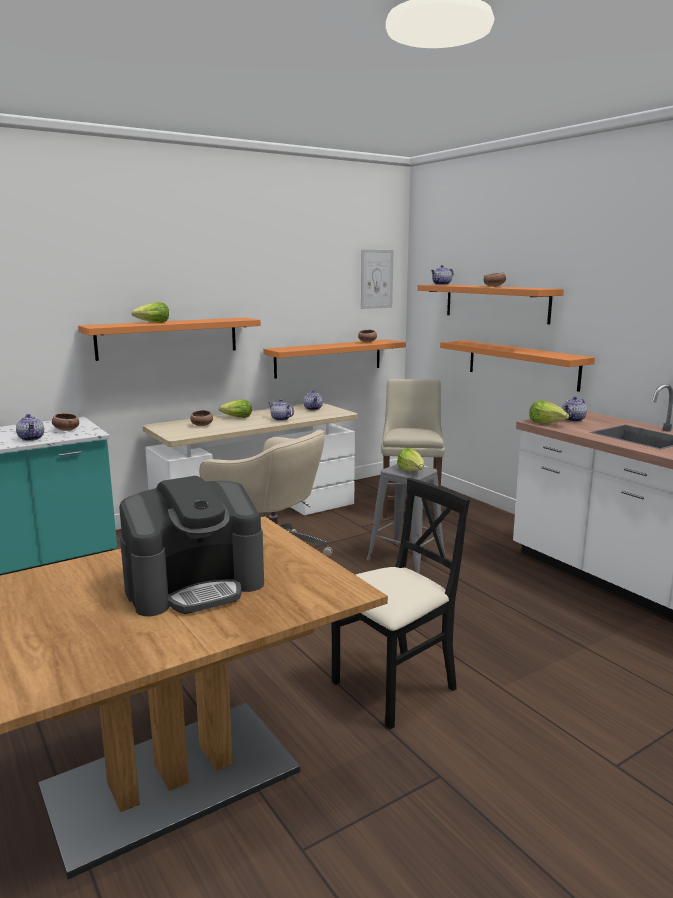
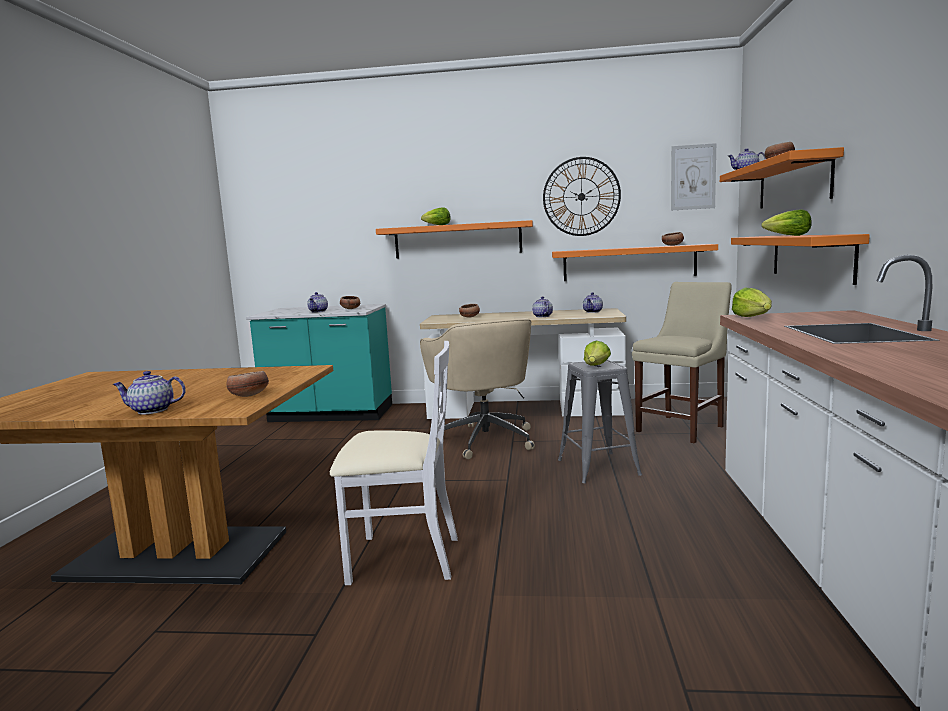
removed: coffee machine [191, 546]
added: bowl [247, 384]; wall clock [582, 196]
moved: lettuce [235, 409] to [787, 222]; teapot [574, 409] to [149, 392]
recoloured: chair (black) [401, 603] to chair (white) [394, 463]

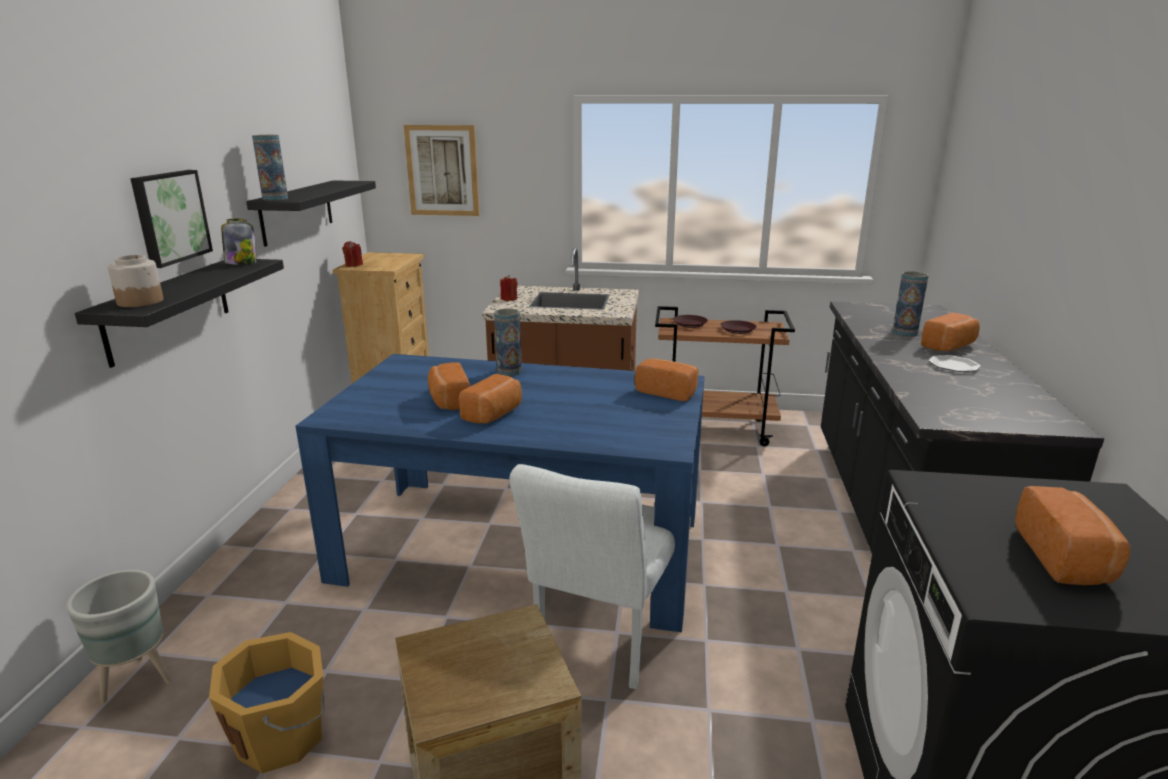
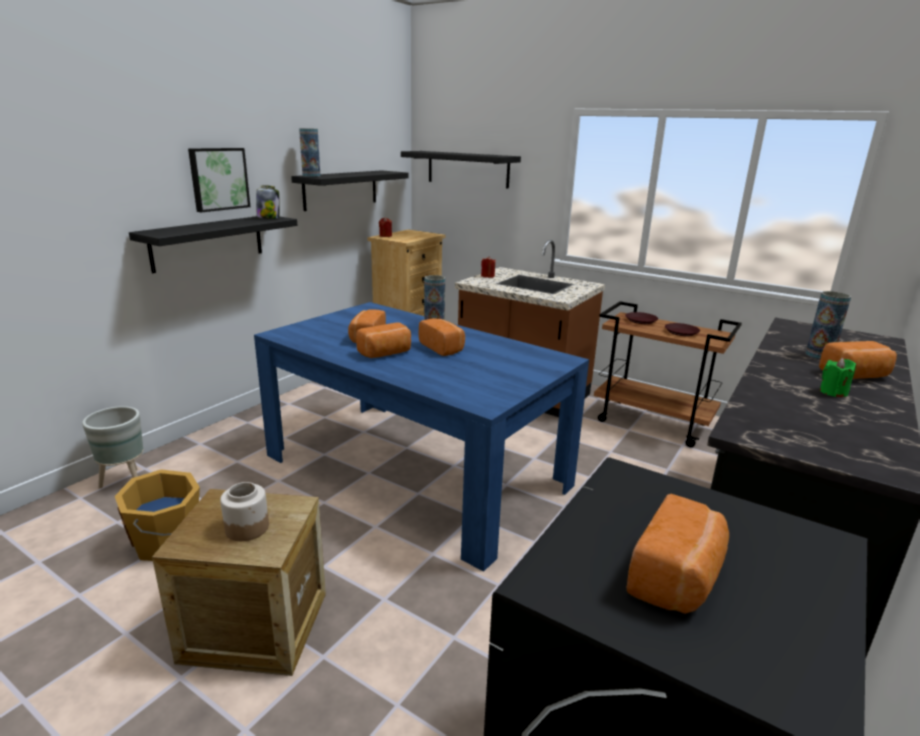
removed: chair (white) [592, 576]
moved: jar [135, 281] to [244, 511]; bread [666, 380] to [441, 337]
replaced: picture [441, 170] to shelf (black) [461, 170]; plate [954, 363] to candle (green) [838, 377]

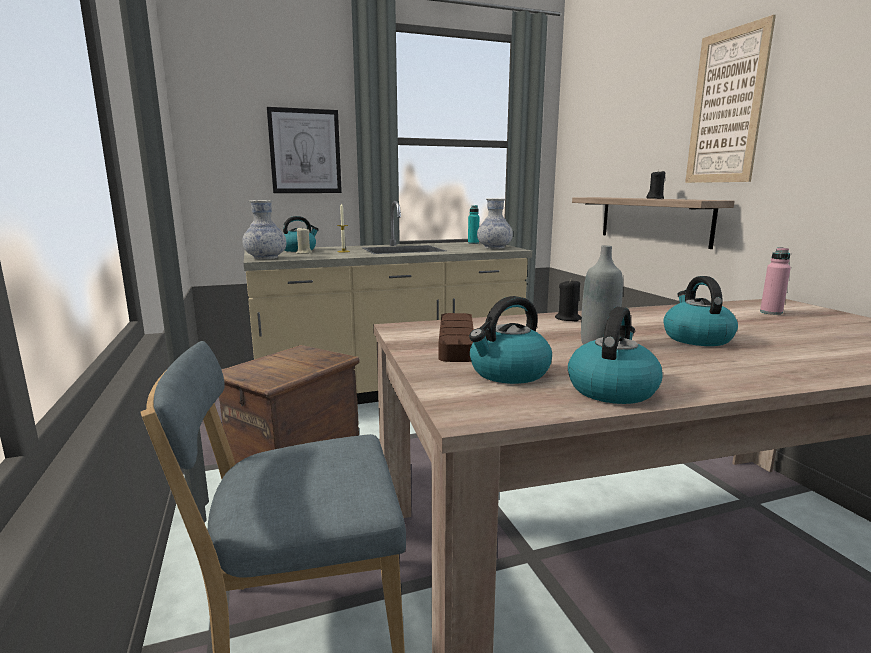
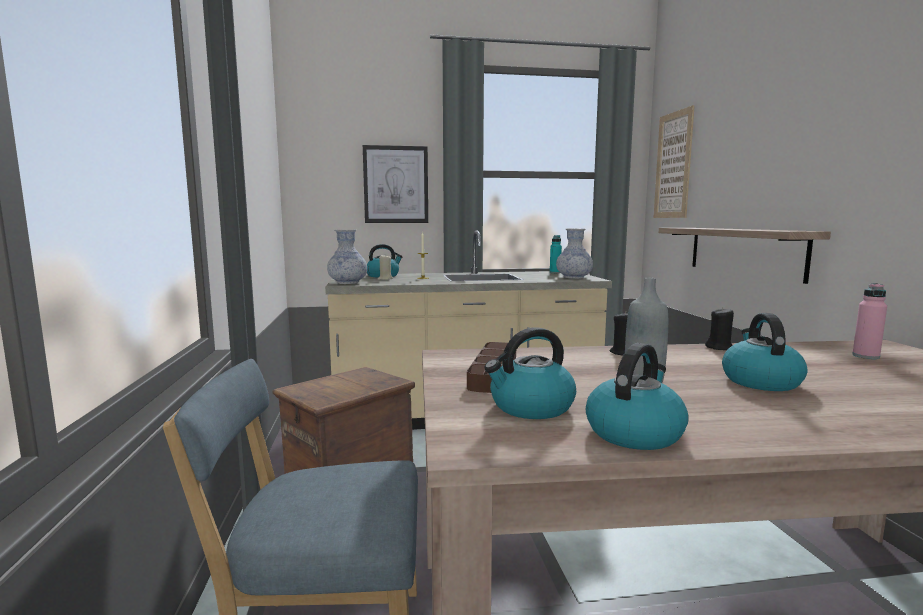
moved: candle (black) [655, 184] to [719, 328]; picture [730, 99] to [674, 161]

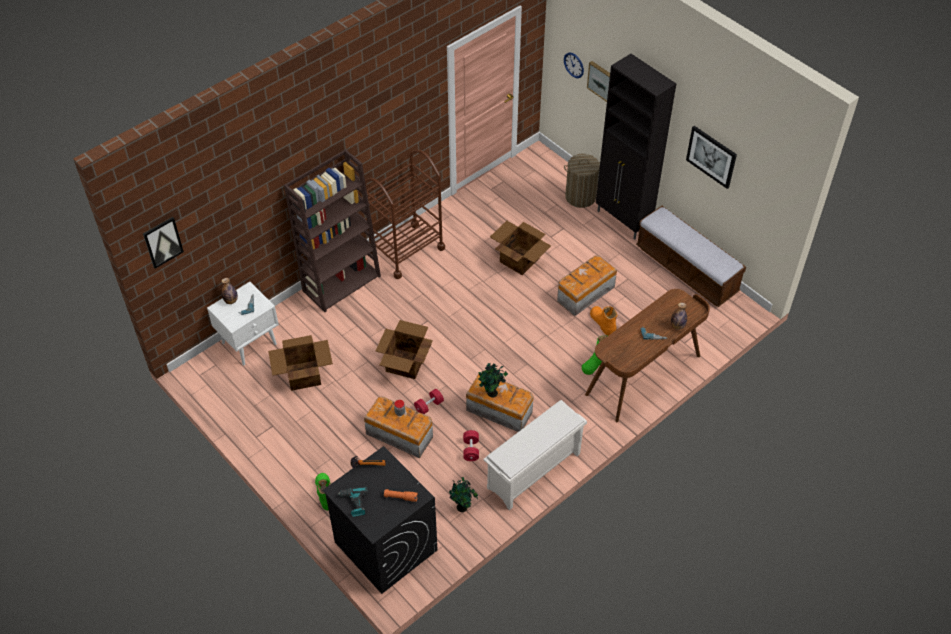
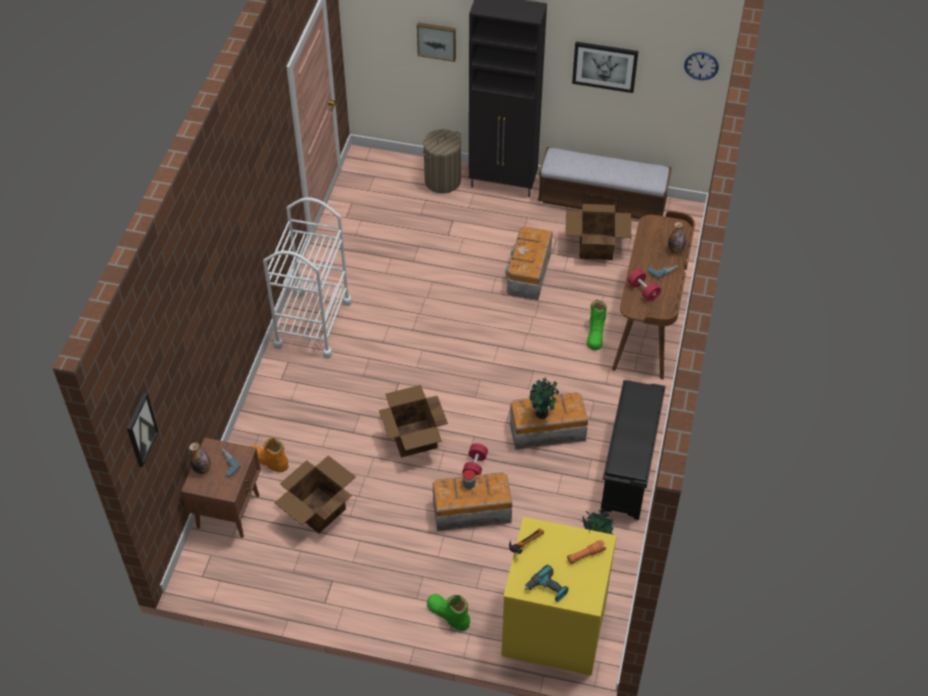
removed: bookcase (brown) [332, 230]
moved: dumbbell (red) [471, 445] to [644, 285]; cardboard box [520, 248] to [598, 232]; wall clock [574, 65] to [701, 66]; boot (orange) [603, 321] to [269, 455]
recoloured: nightstand (white) [243, 323] to nightstand (brown) [221, 487]; washing machine (black) [380, 520] to washing machine (yellow) [559, 596]; cart (brown) [405, 214] to cart (white) [307, 277]; shoe rack (white) [535, 455] to shoe rack (black) [633, 450]

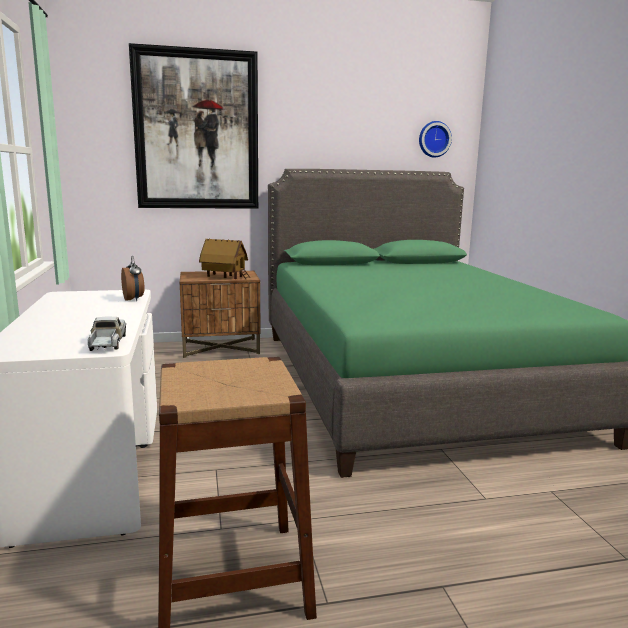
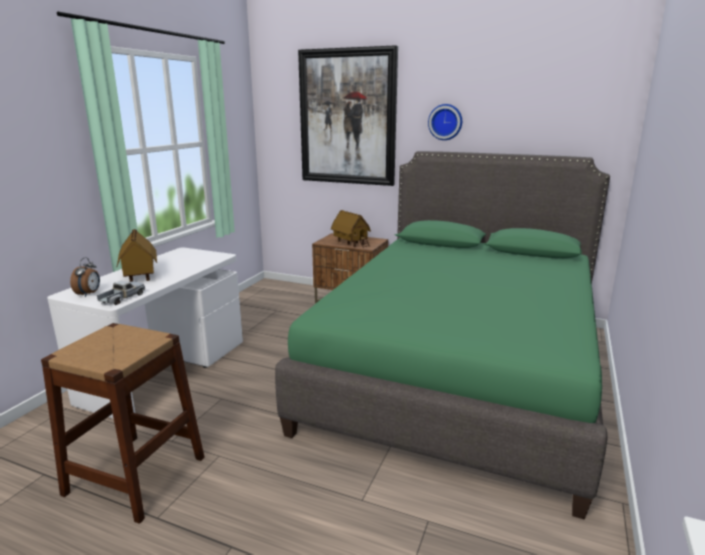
added: toy house [137, 255]
moved: alarm clock [132, 278] to [85, 277]; wall clock [435, 139] to [445, 122]

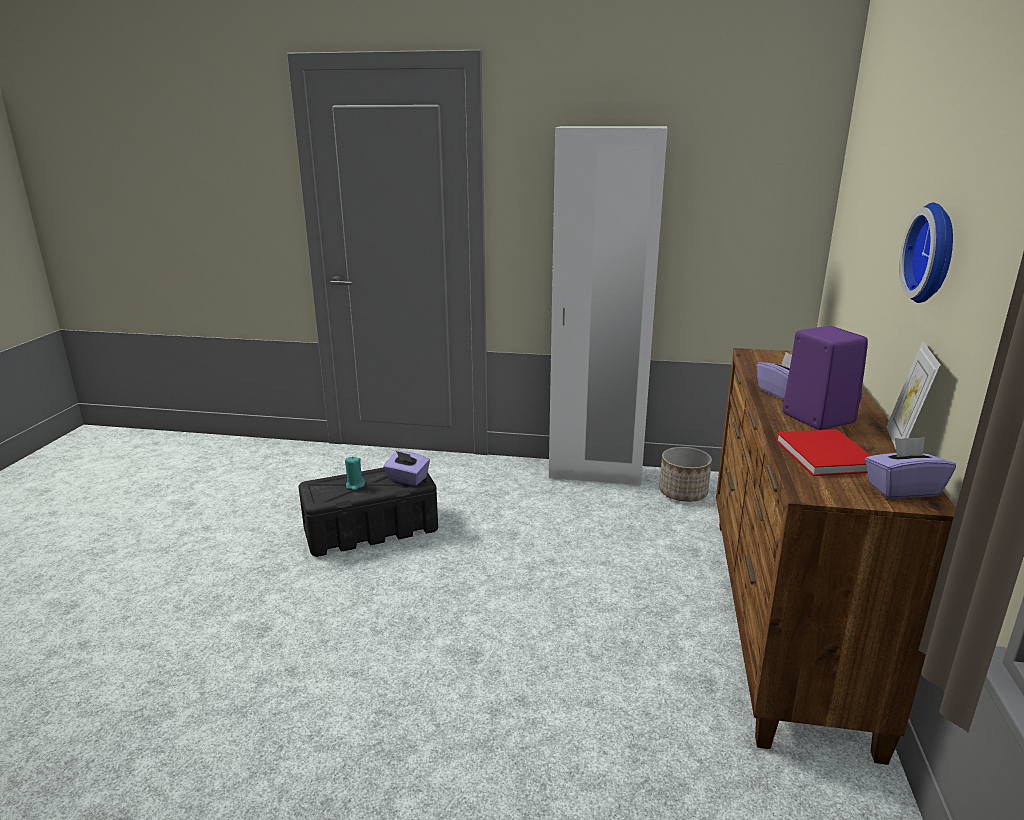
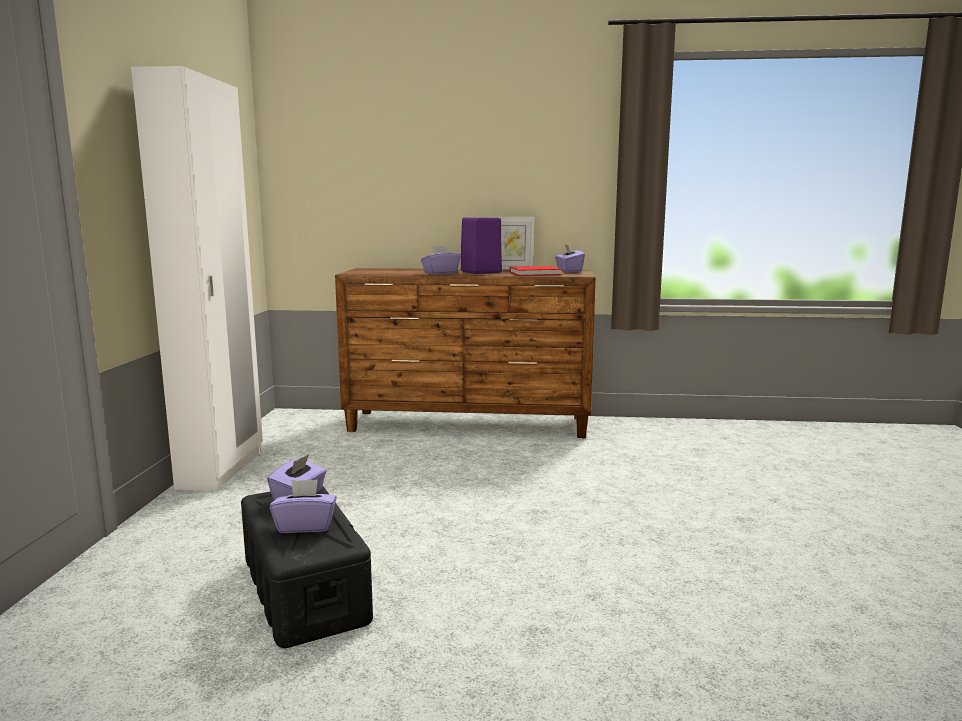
removed: planter [685, 474]; wall clock [926, 252]
replaced: candle (turquoise) [355, 473] to tissue box (purple) [303, 506]

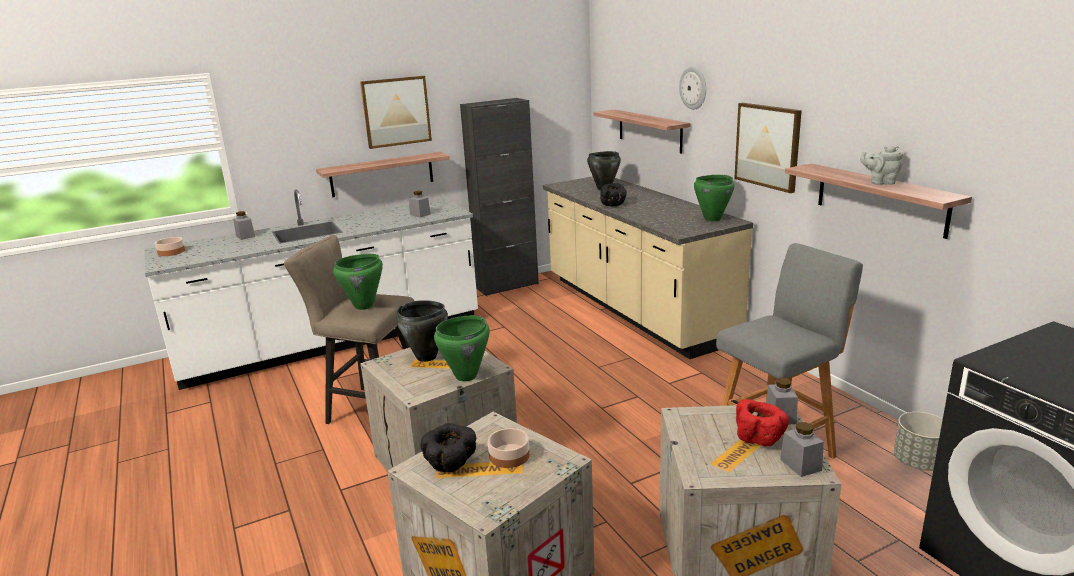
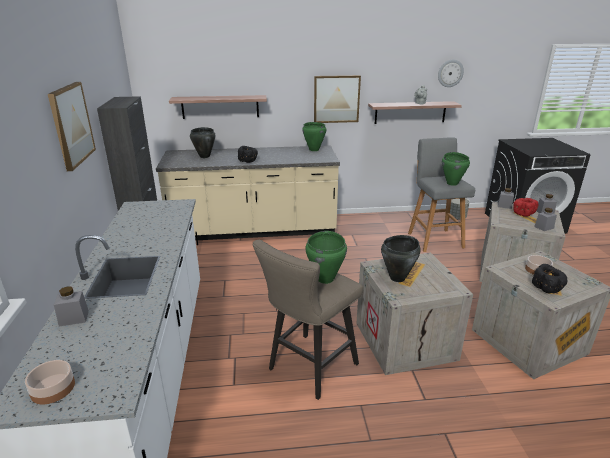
removed: shelf [383, 174]
moved: jar (grey) [420, 204] to [545, 219]; cooking pot (green) [462, 348] to [456, 169]; wall clock [692, 88] to [451, 73]

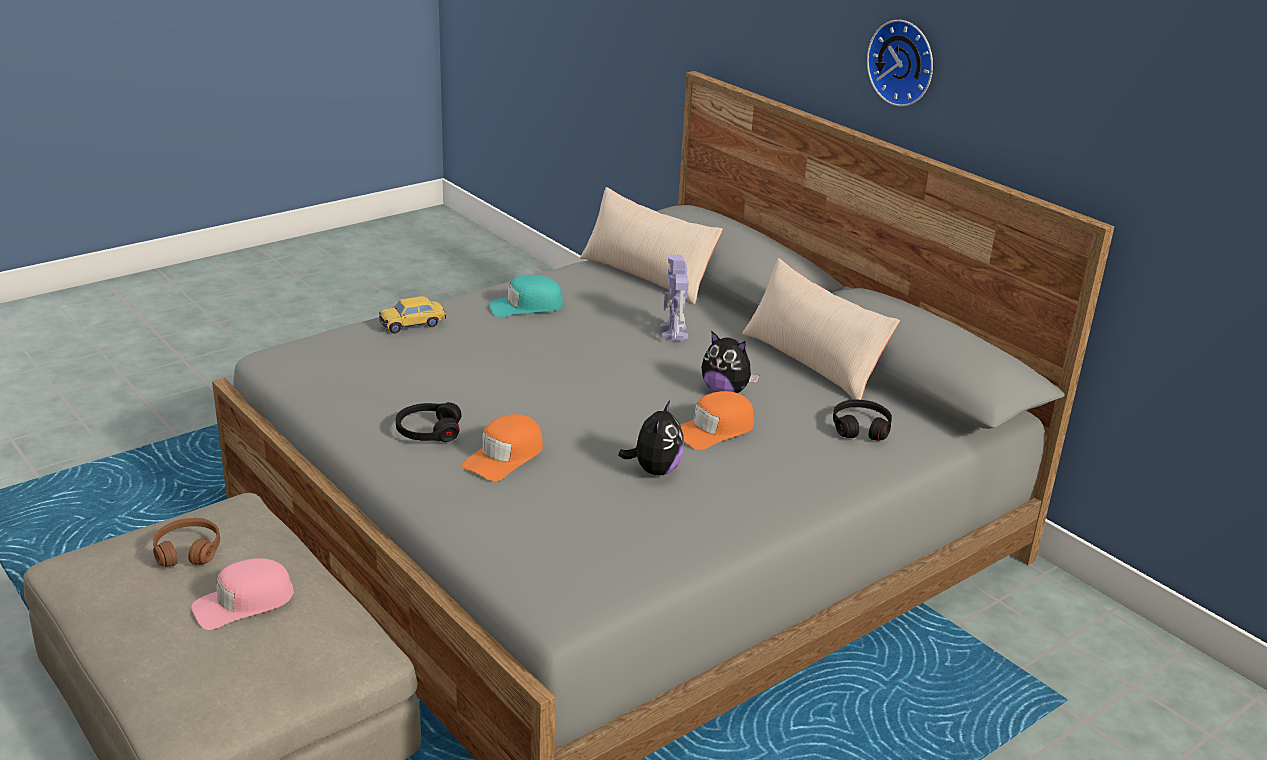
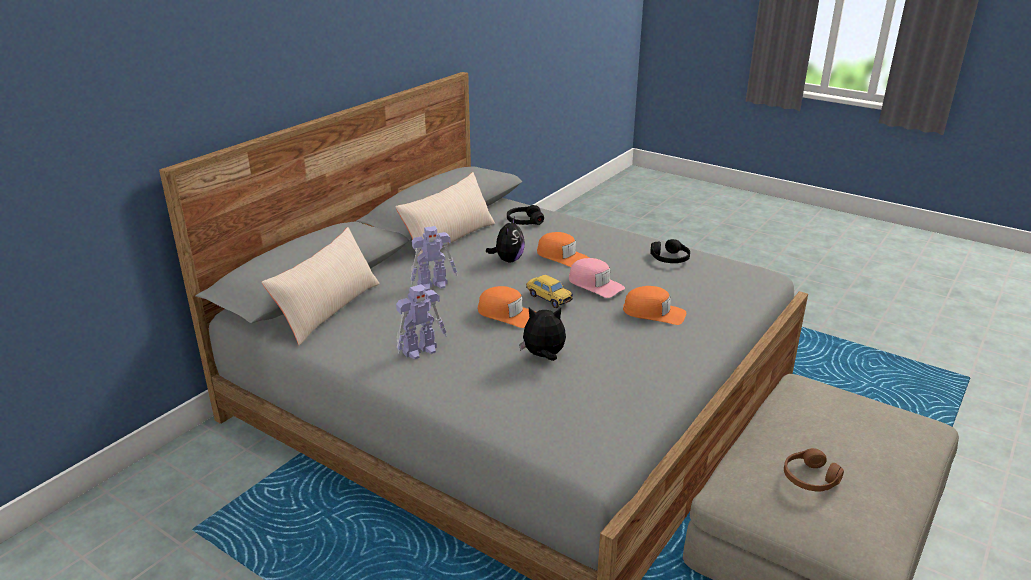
removed: wall clock [900, 63]
added: cap (orange) [504, 307]
moved: cap (pink) [242, 594] to [597, 278]; toy car [412, 315] to [549, 291]; headphones (black) [428, 422] to [670, 251]; plush toy [651, 437] to [542, 334]
replaced: cap (turquoise) [526, 296] to toy robot [421, 321]

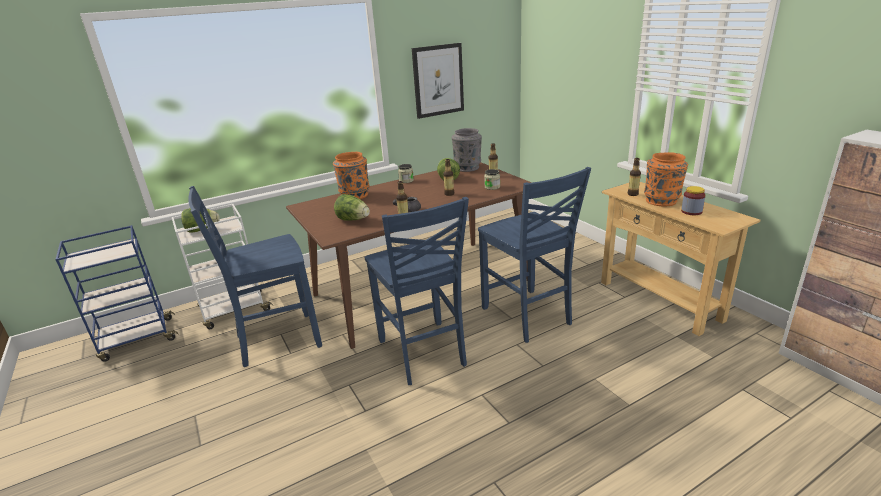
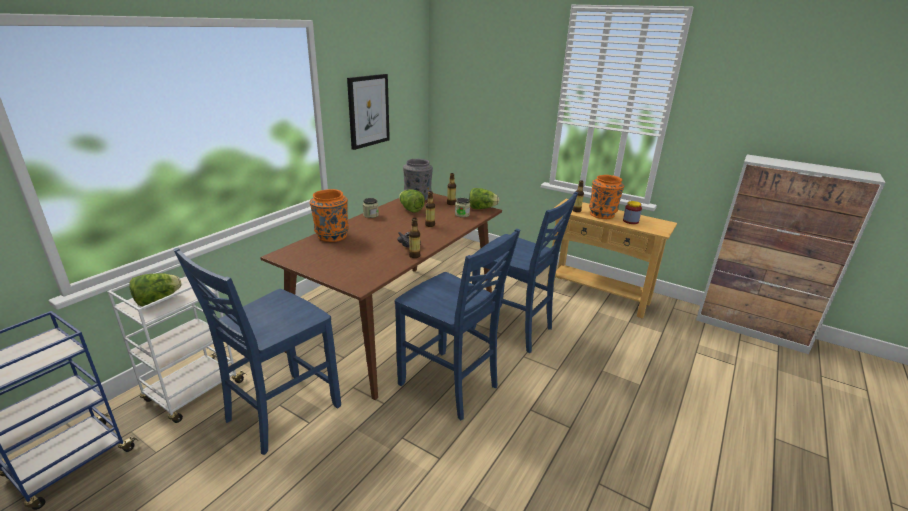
moved: lettuce [352, 207] to [484, 198]

